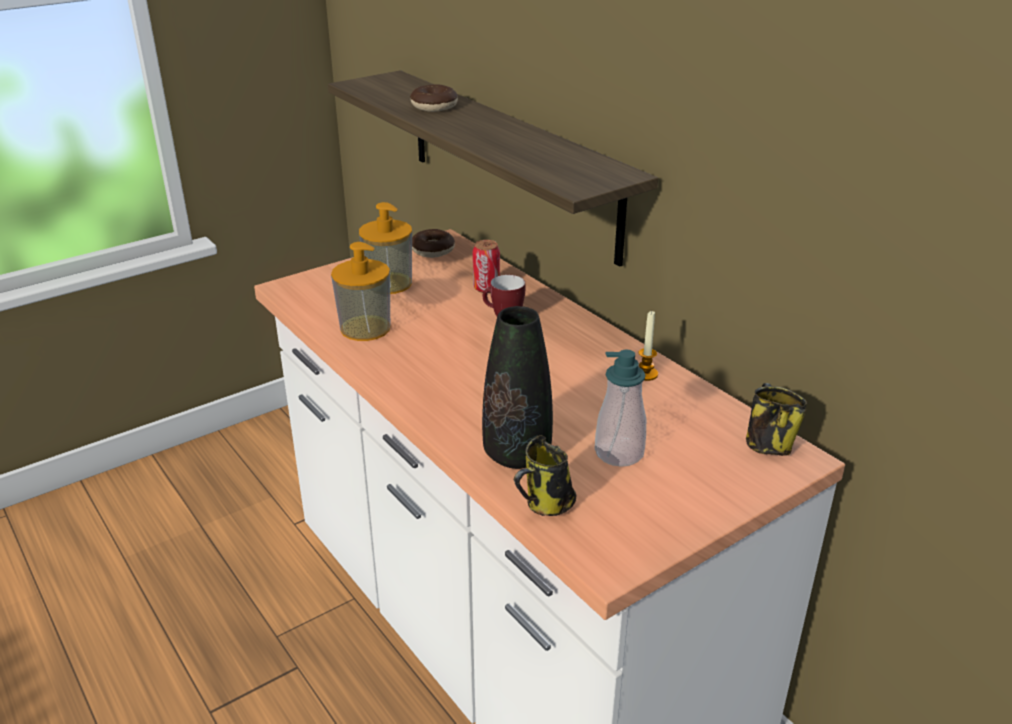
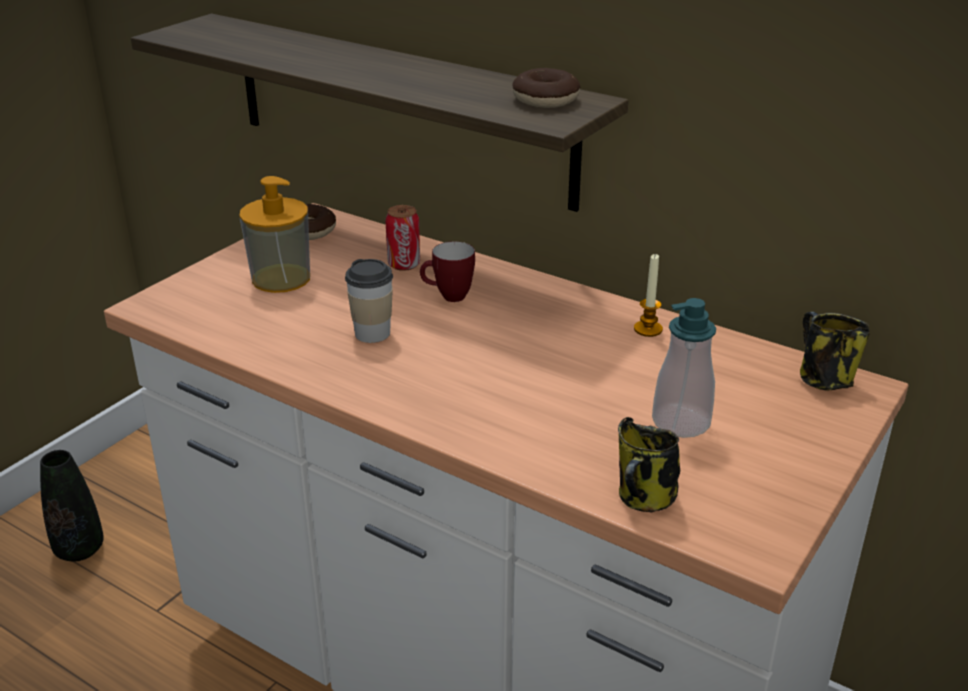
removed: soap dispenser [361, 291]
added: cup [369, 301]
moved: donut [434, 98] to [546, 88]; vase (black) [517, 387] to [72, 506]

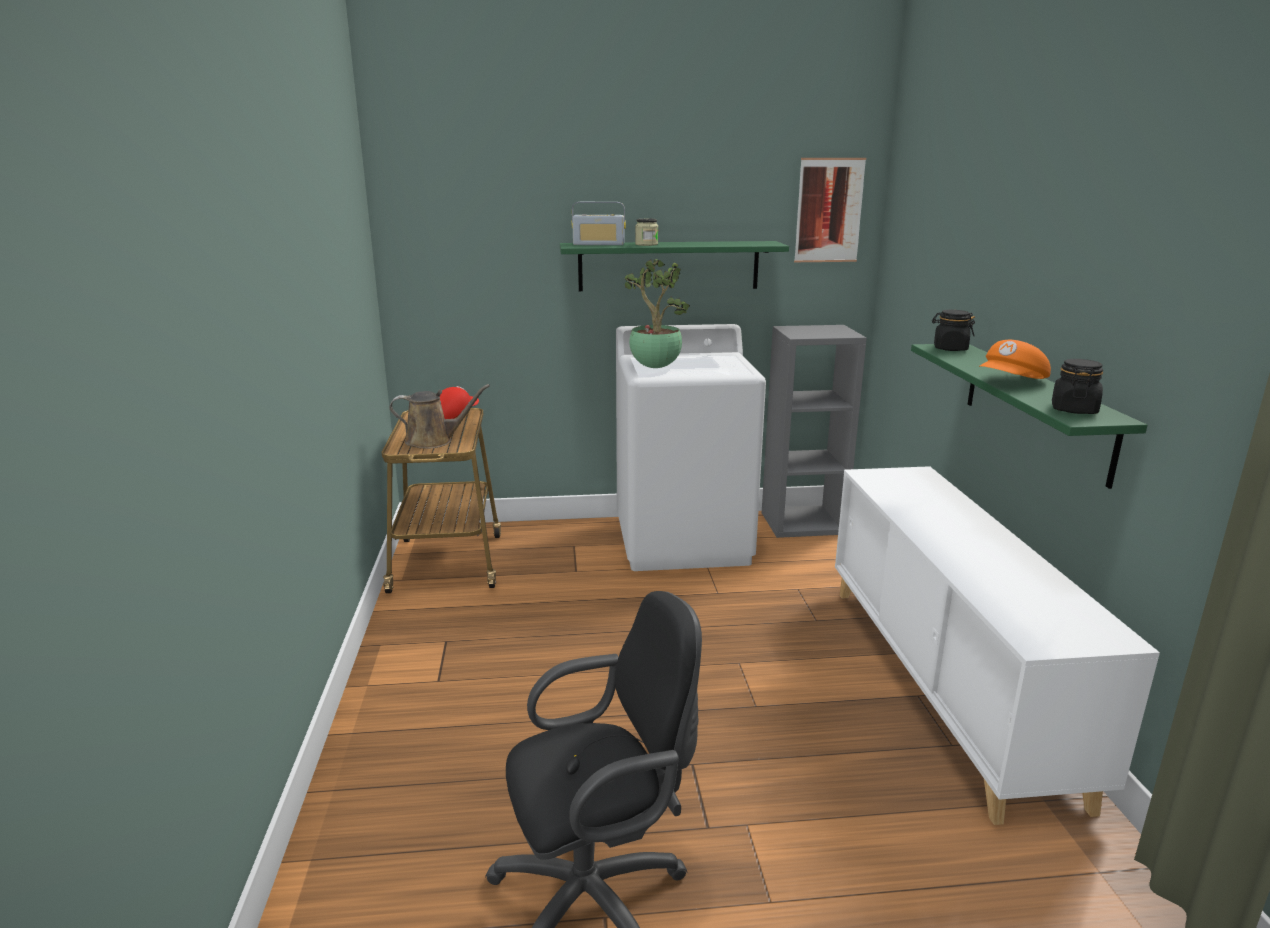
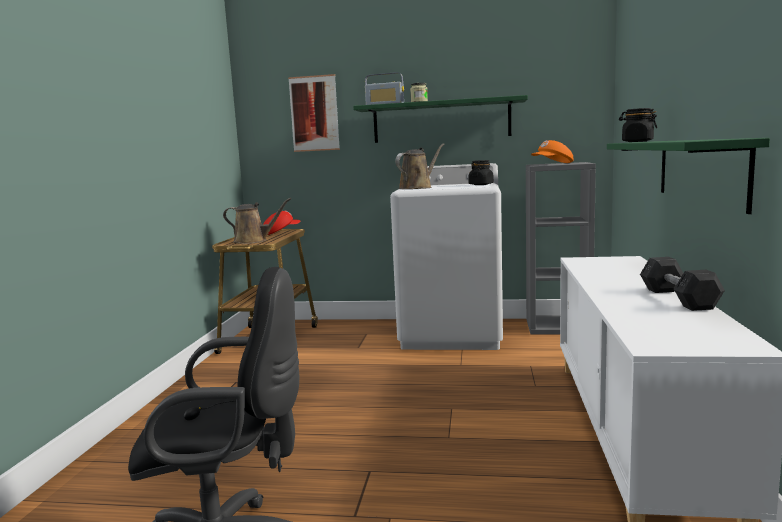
added: dumbbell (grey) [682, 284]
moved: picture [830, 210] to [314, 113]; cap (orange) [1015, 359] to [552, 151]; jar (black) [1077, 386] to [481, 172]
replaced: potted plant [657, 313] to watering can (brown) [420, 166]

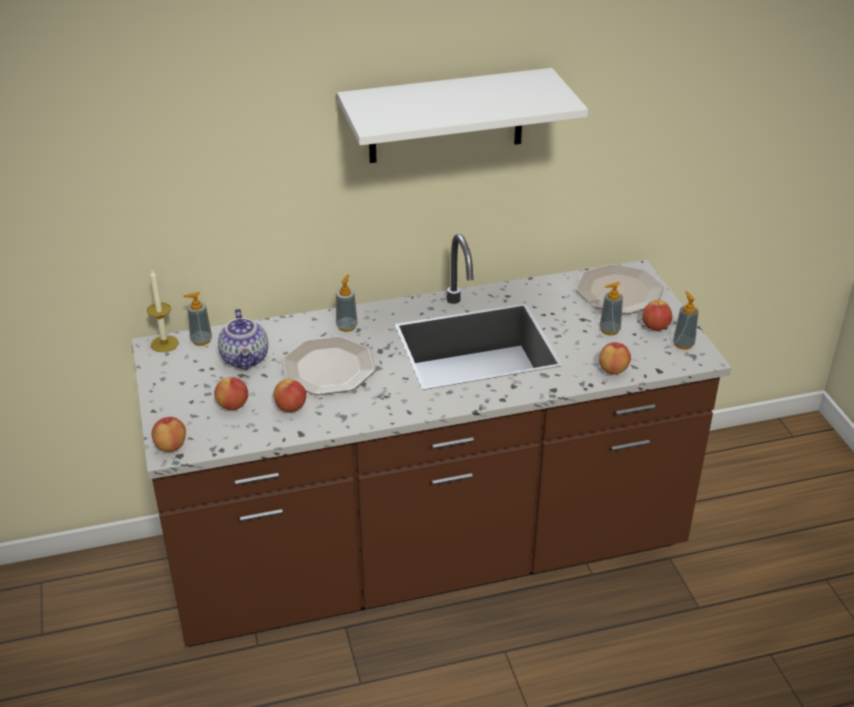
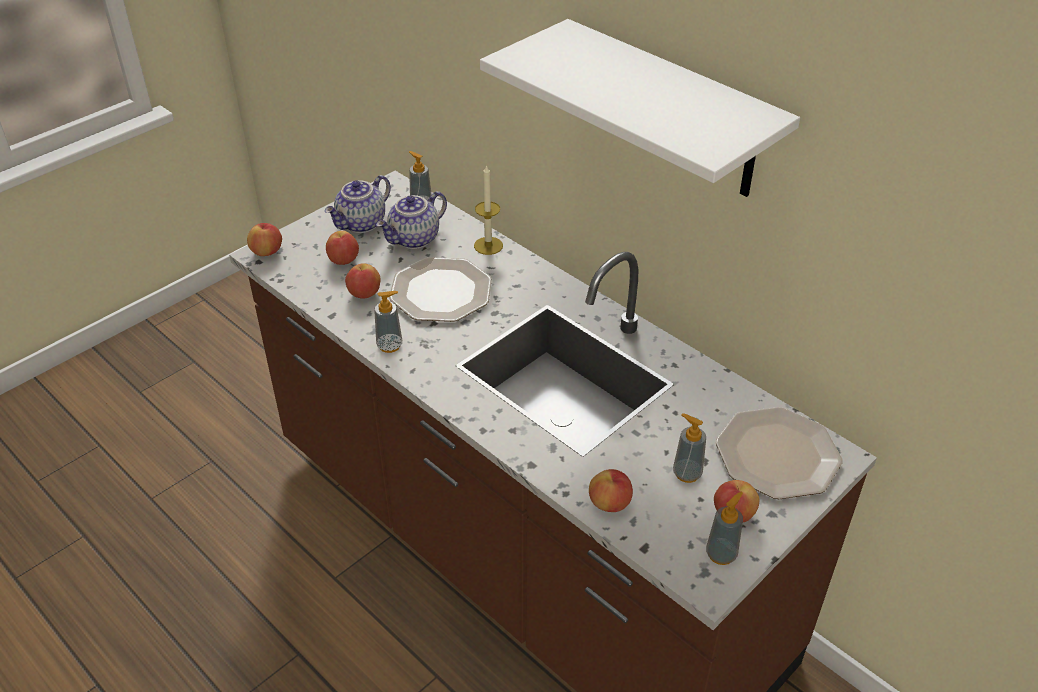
added: teapot [358, 204]
moved: candle [163, 311] to [488, 209]; soap dispenser [347, 303] to [388, 322]

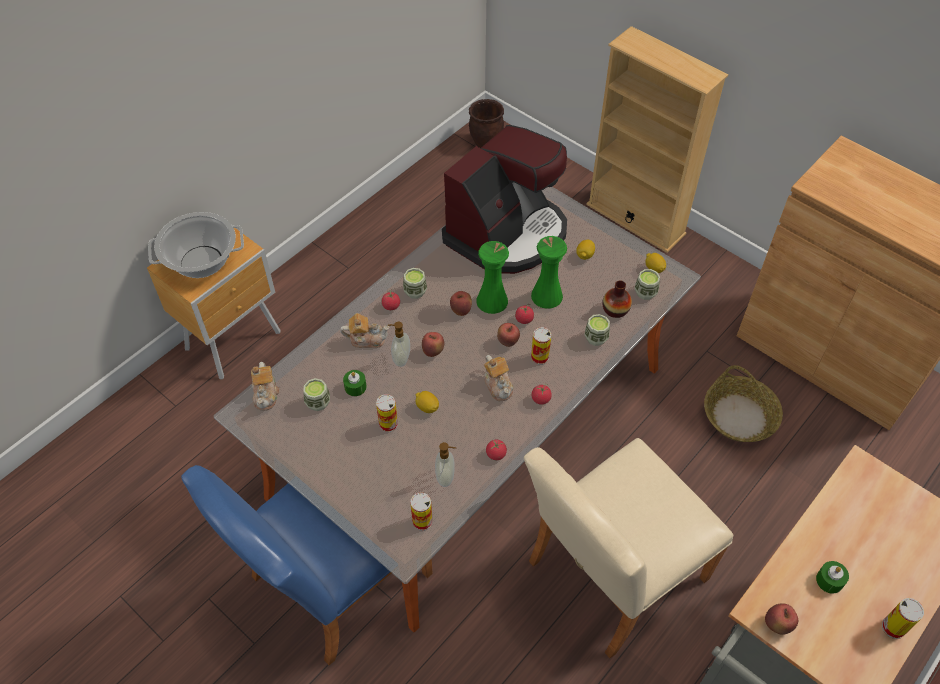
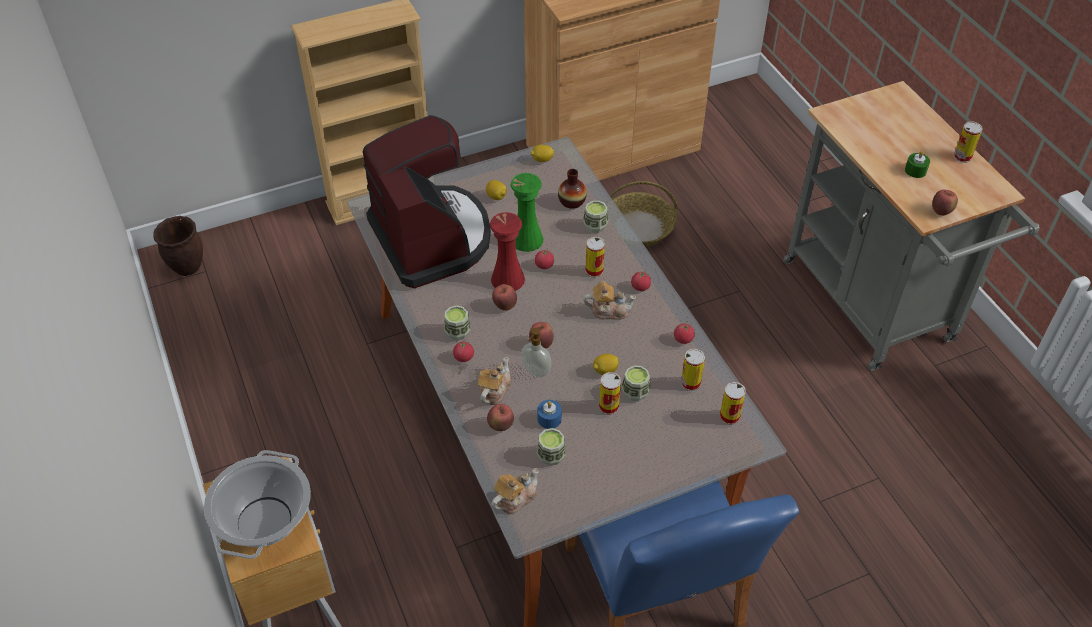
removed: chair (beige) [628, 548]
moved: apple [508, 335] to [500, 417]; cup [647, 284] to [636, 383]
replaced: soap dispenser [445, 464] to can [693, 370]
recoloured: candle (green) [355, 383] to candle (blue) [549, 414]; vase (green) [492, 277] to vase (red) [507, 251]
turned: teapot [265, 386] = [515, 491] 60 degrees counterclockwise

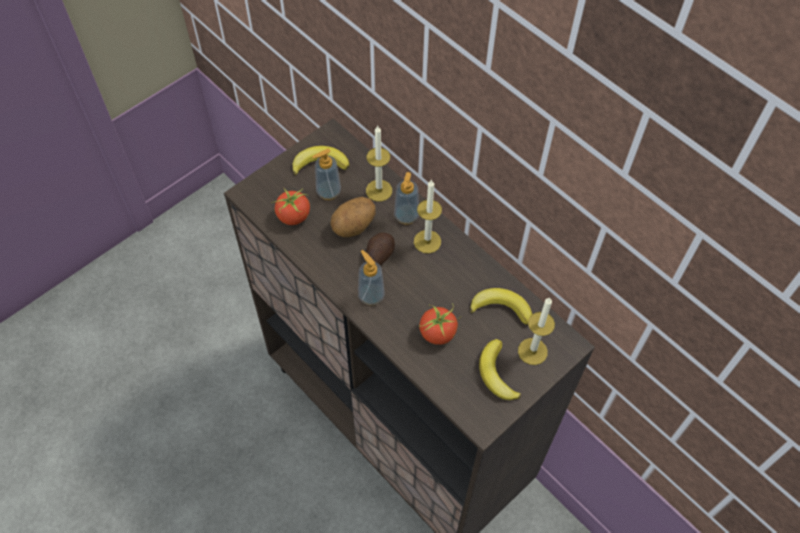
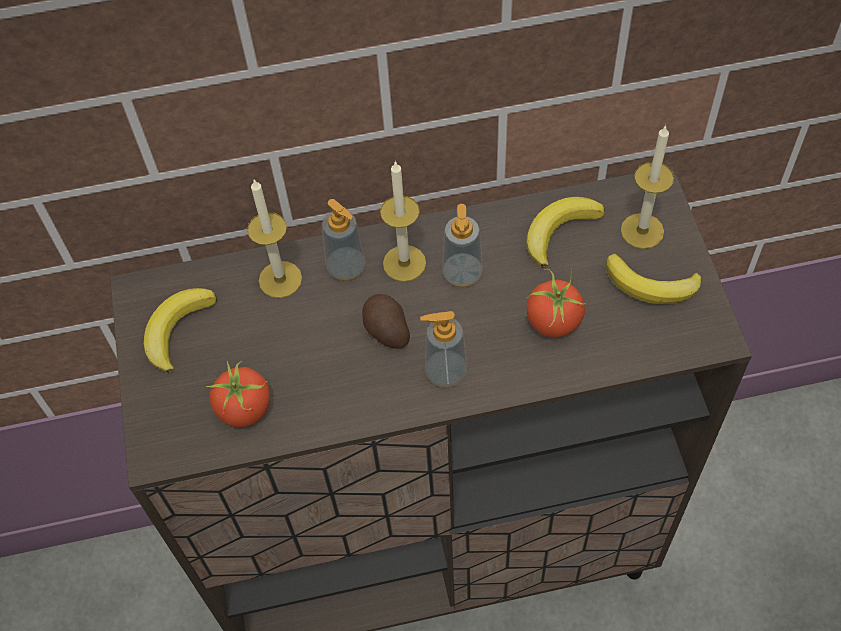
removed: potato [353, 217]
moved: soap dispenser [327, 174] to [462, 246]

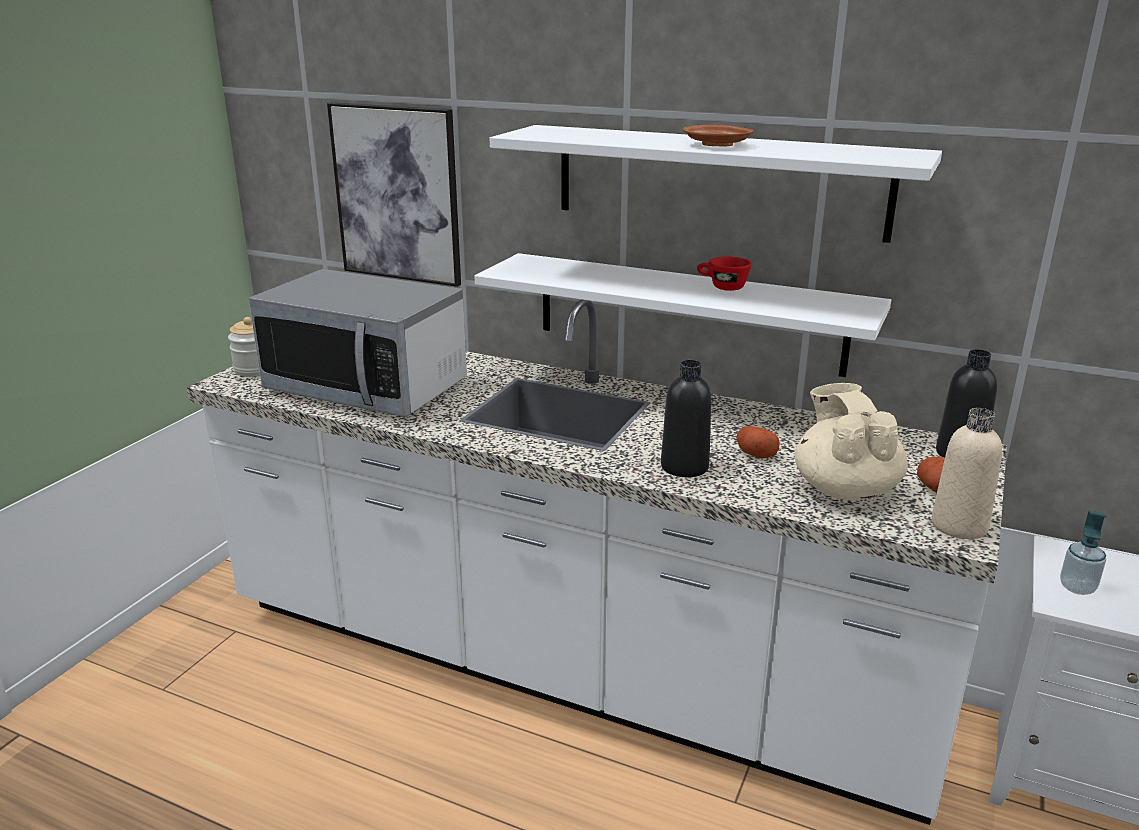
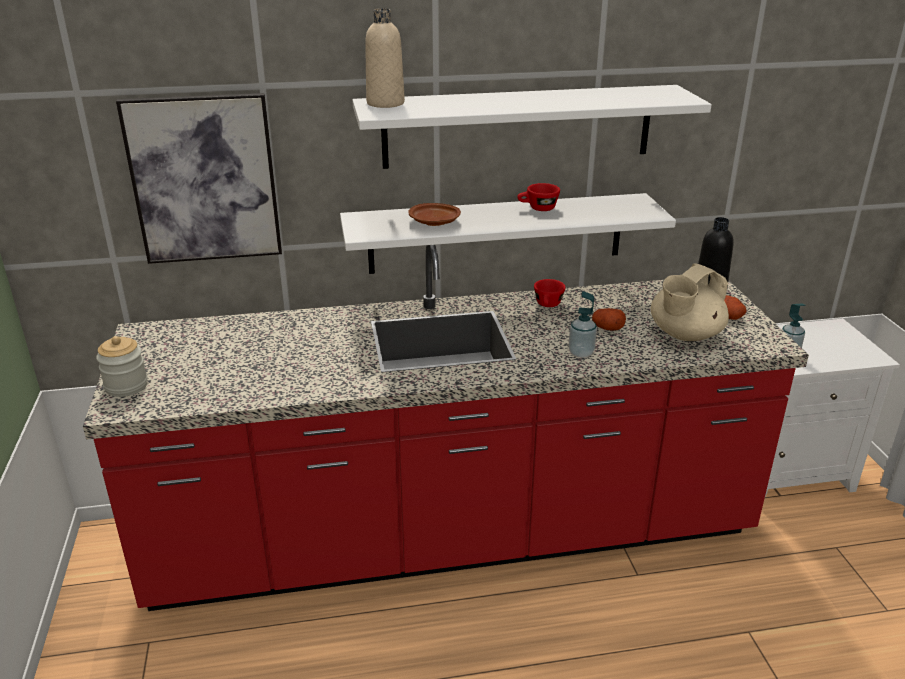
removed: microwave [358, 343]
added: cup (red) [550, 293]
moved: plate (brown) [718, 135] to [434, 214]; bottle (beige) [966, 473] to [385, 58]
replaced: bottle (black) [686, 418] to soap dispenser [583, 324]
recoloured: counter (white) [597, 562] to counter (red) [446, 428]
turned: teapot (beige) [851, 441] = [690, 302] 90 degrees counterclockwise

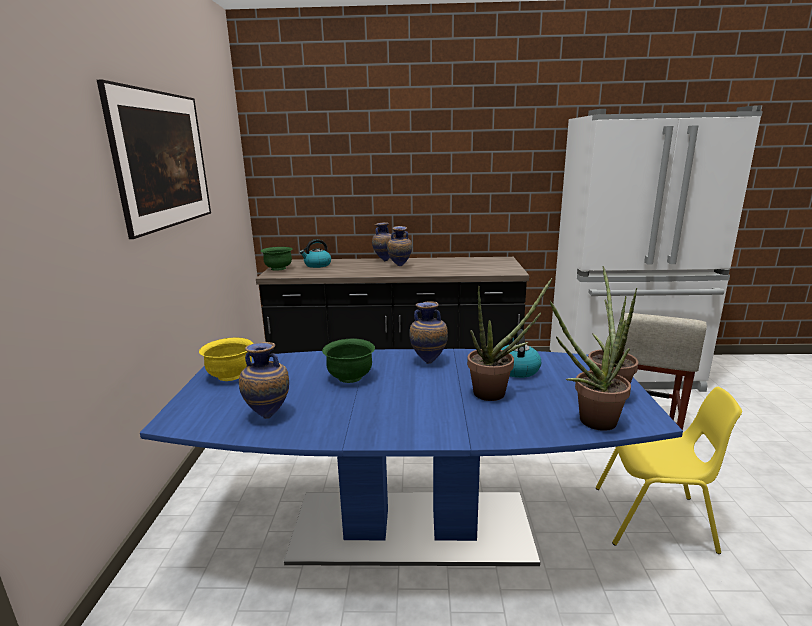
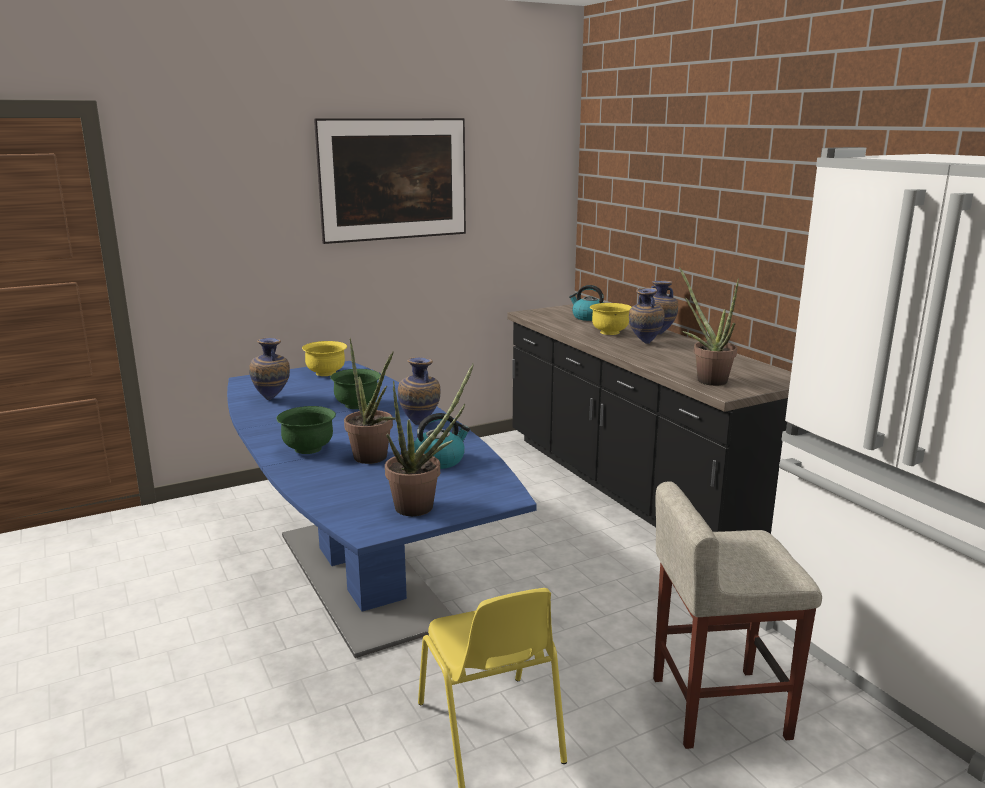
added: bowl (yellow) [610, 319]
moved: bowl (green) [277, 259] to [306, 430]; potted plant [590, 363] to [709, 326]

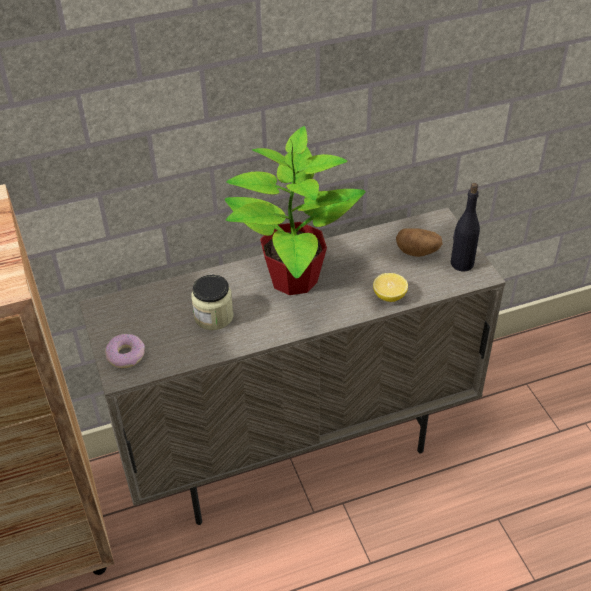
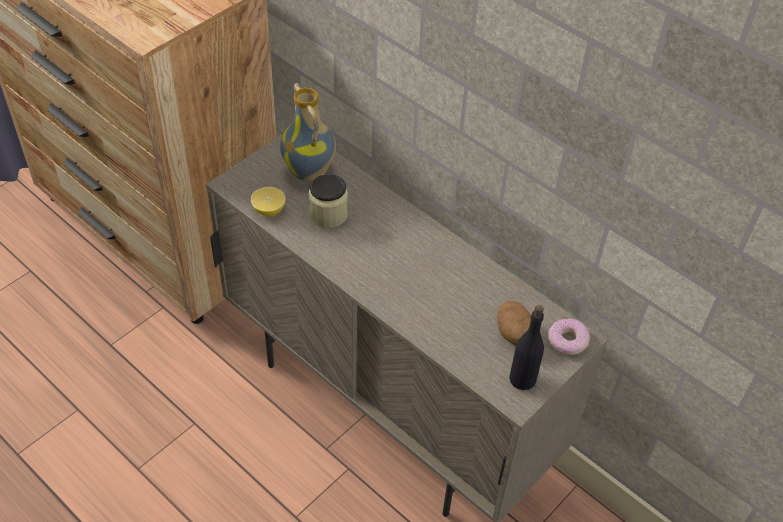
removed: potted plant [295, 210]
added: vase [308, 132]
moved: donut [125, 351] to [569, 337]; lemon [390, 287] to [268, 202]

